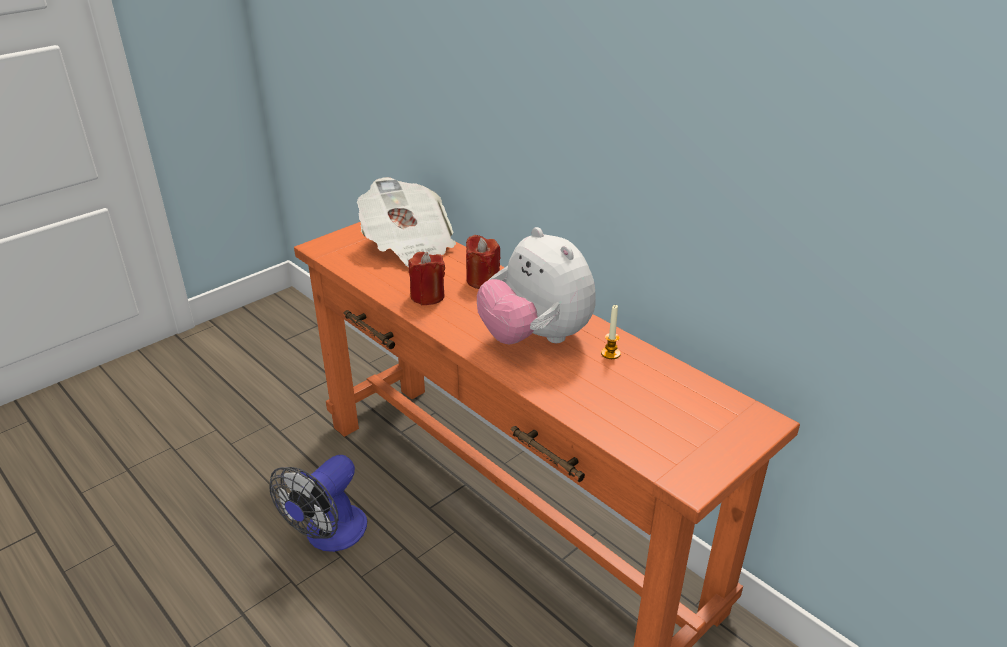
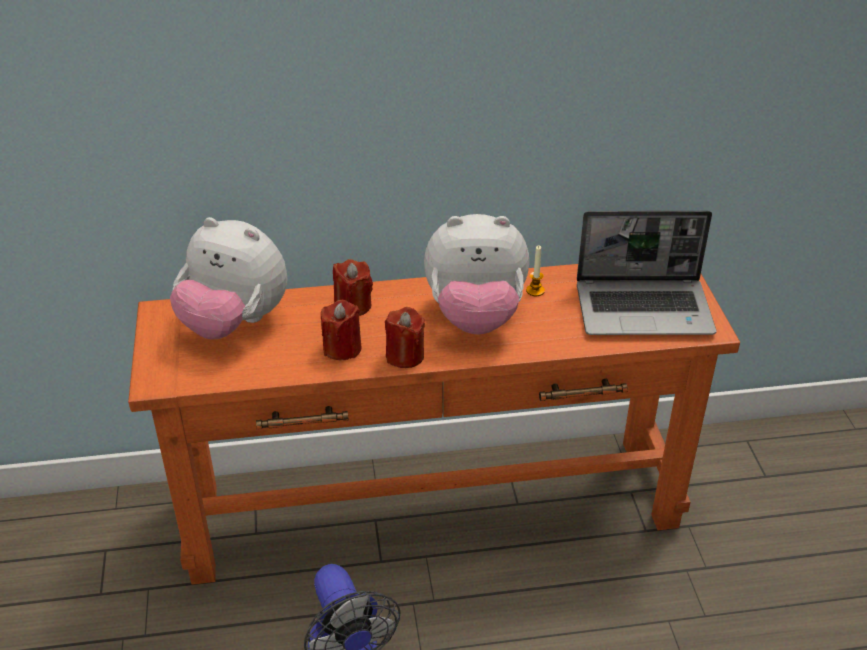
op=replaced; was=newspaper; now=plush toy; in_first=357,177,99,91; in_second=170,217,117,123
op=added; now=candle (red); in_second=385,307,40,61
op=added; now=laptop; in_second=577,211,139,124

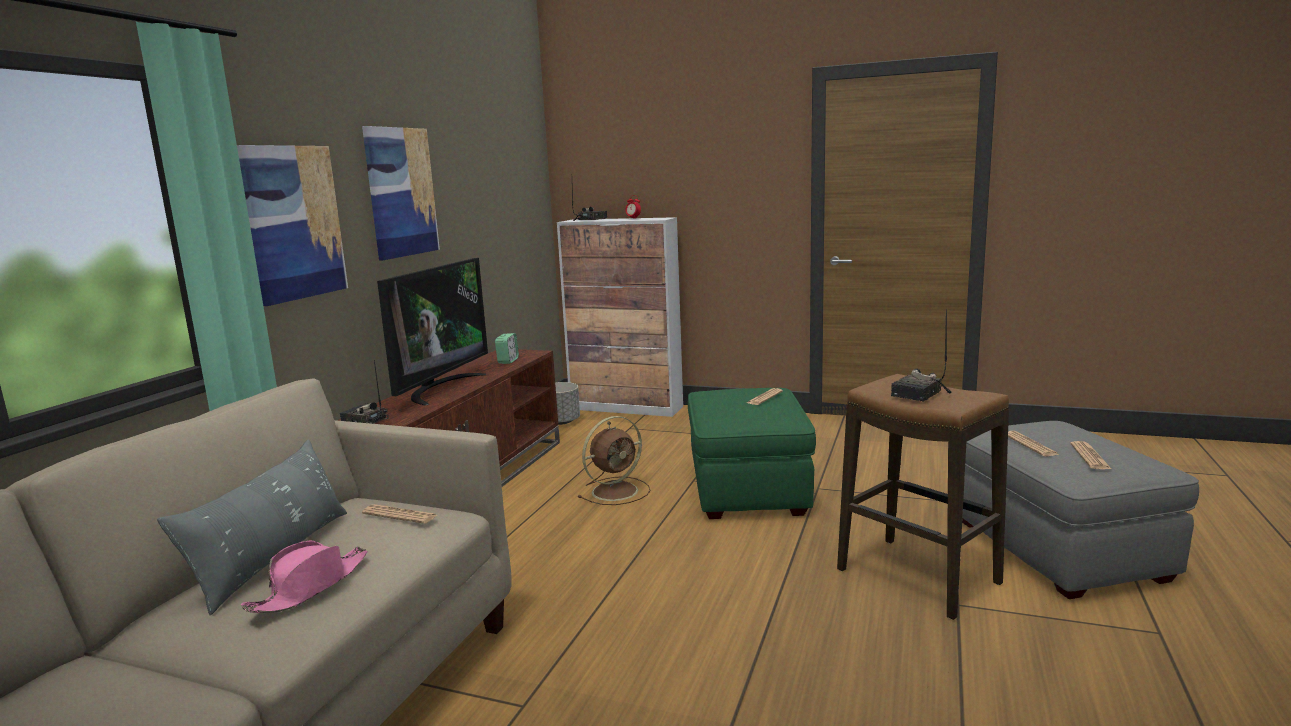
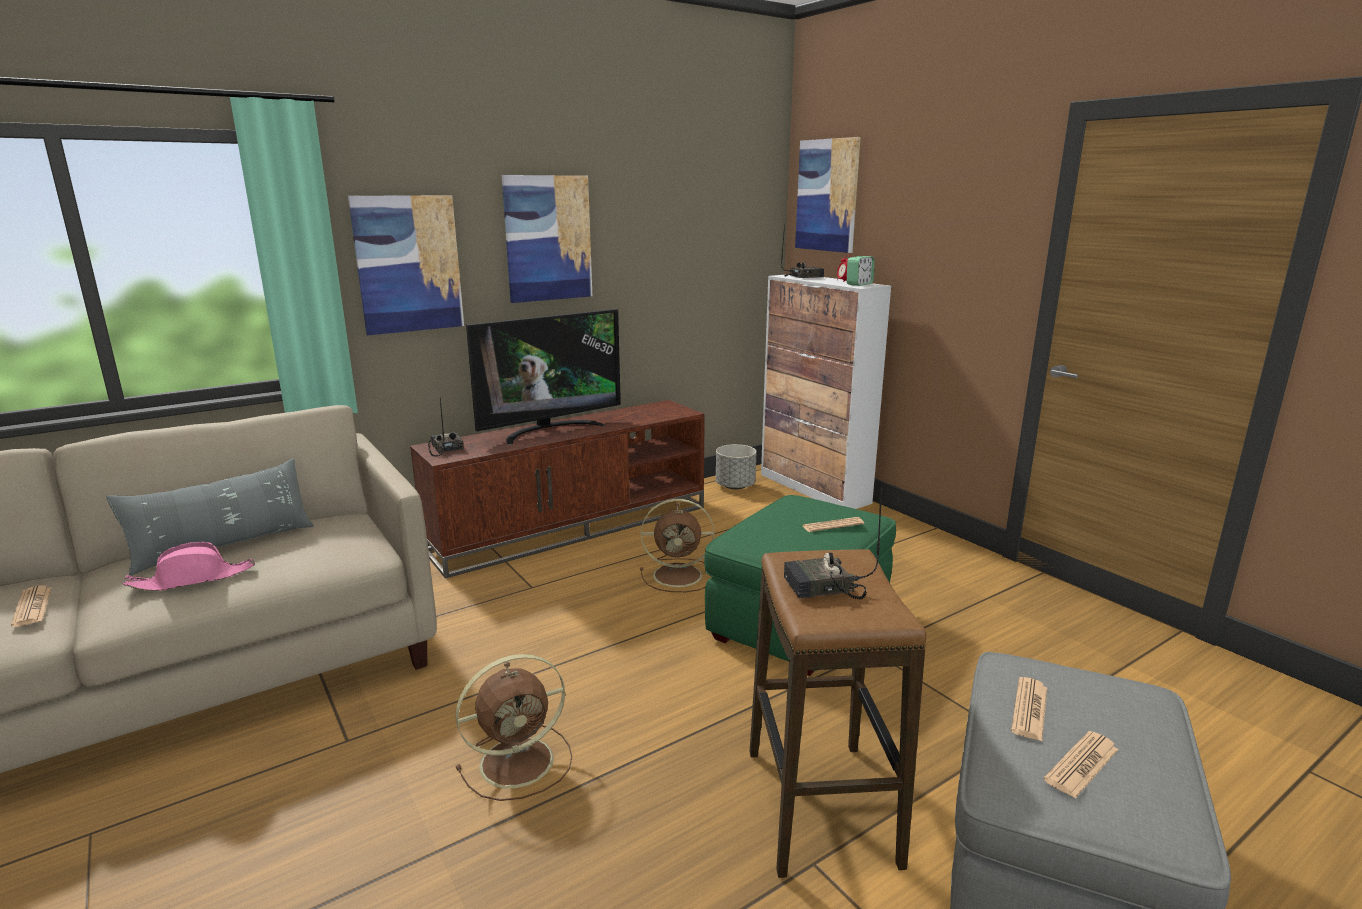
op=moved; was=newspaper; in_first=362,504,75,20; in_second=11,585,41,42
op=added; now=fan (brown); in_second=456,654,116,147
op=added; now=picture; in_second=795,137,66,116
op=moved; was=alarm clock; in_first=495,333,24,31; in_second=847,256,28,30

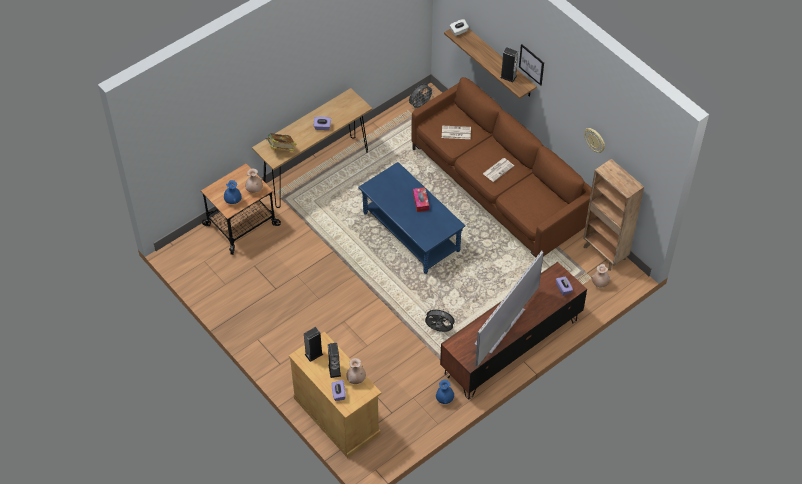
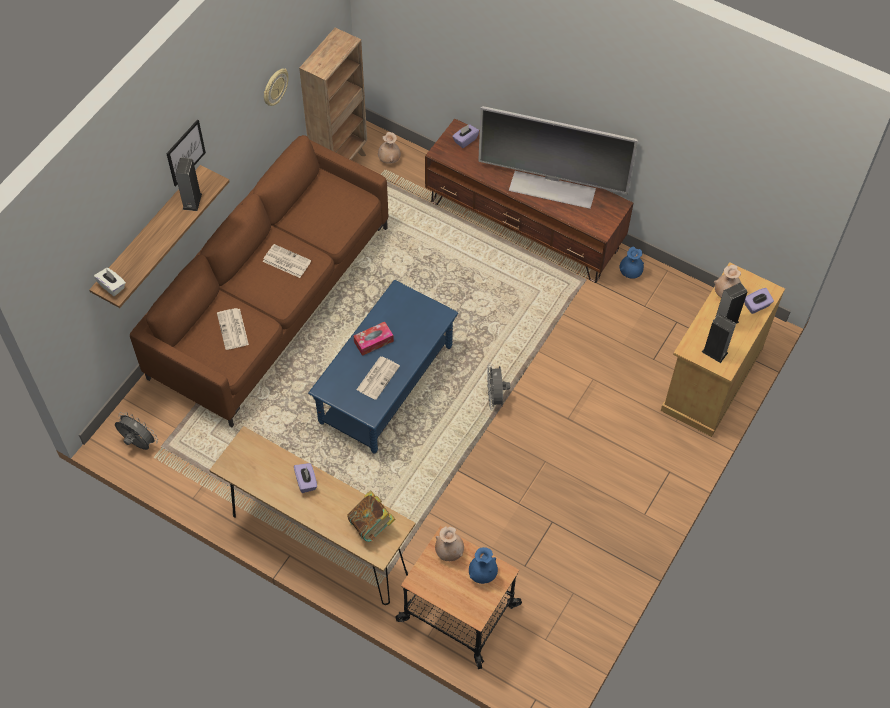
op=added; now=newspaper; in_second=356,357,44,43
op=moved; was=fan (grey); in_first=425,308,32,24; in_second=487,363,23,47

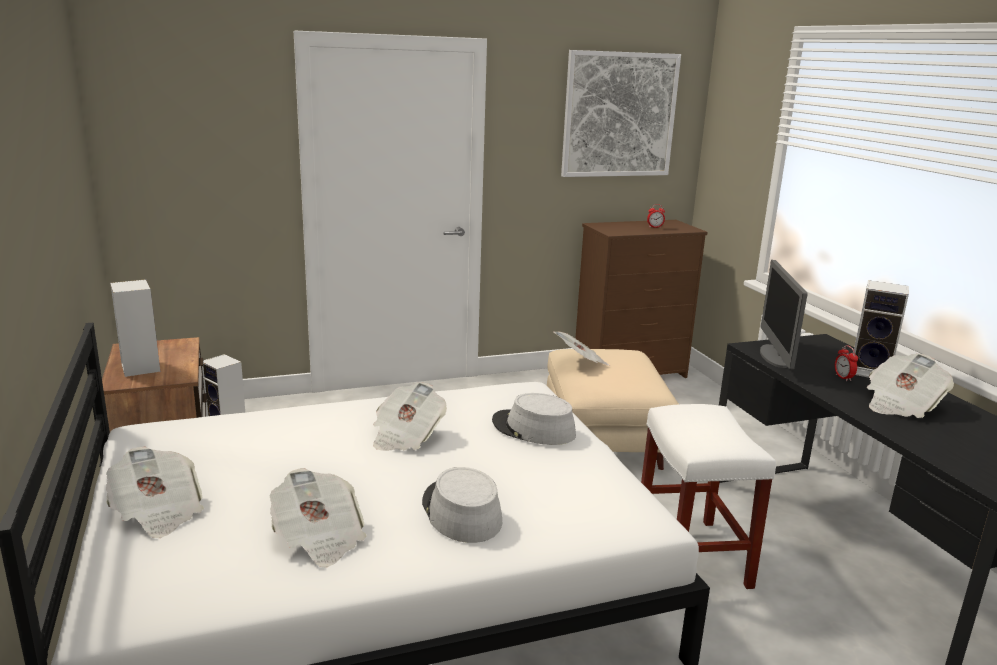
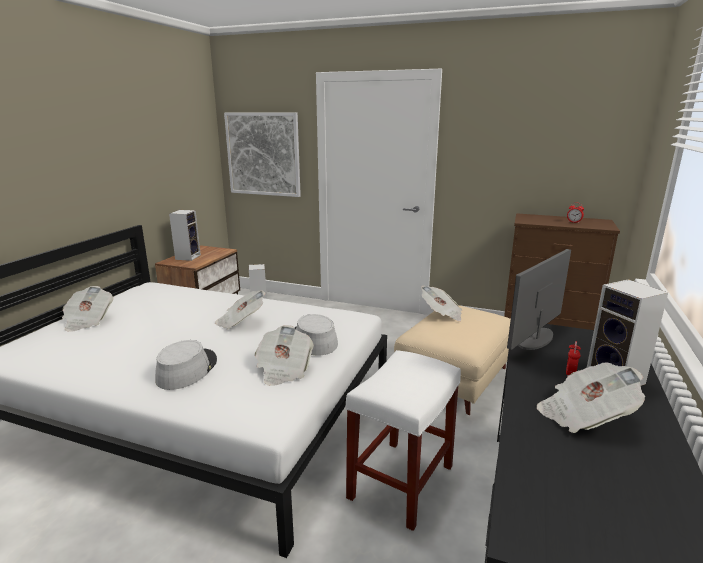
op=moved; was=picture; in_first=561,50,120,127; in_second=224,113,77,84
op=moved; was=newspaper; in_first=270,468,97,100; in_second=255,325,59,61

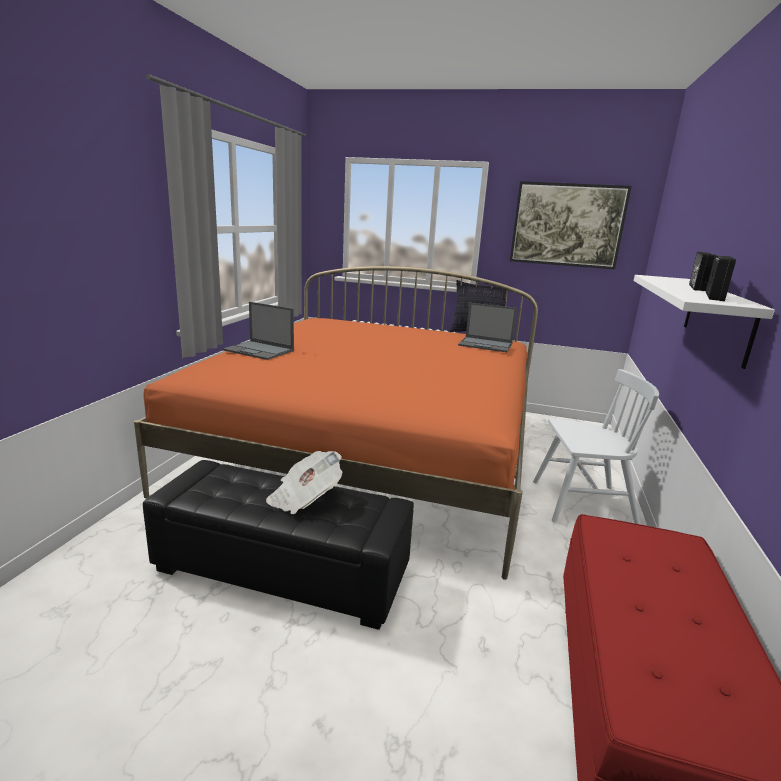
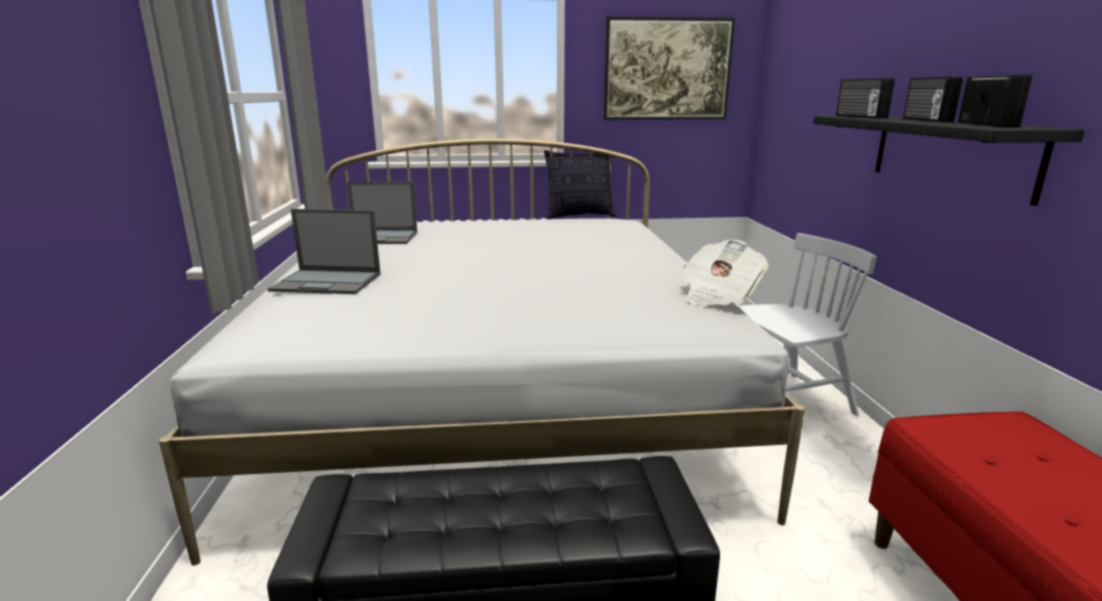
op=recoloured; was=bed (orange); now=bed (white); in_first=134,266,404,314; in_second=159,138,646,427
op=moved; was=laptop; in_first=458,303,59,49; in_second=347,182,70,62
op=moved; was=newspaper; in_first=266,451,76,63; in_second=682,239,86,67
op=recoloured; was=shelf (white); now=shelf (black); in_first=634,275,141,94; in_second=813,116,272,90
op=added; now=radio; in_second=836,78,59,41

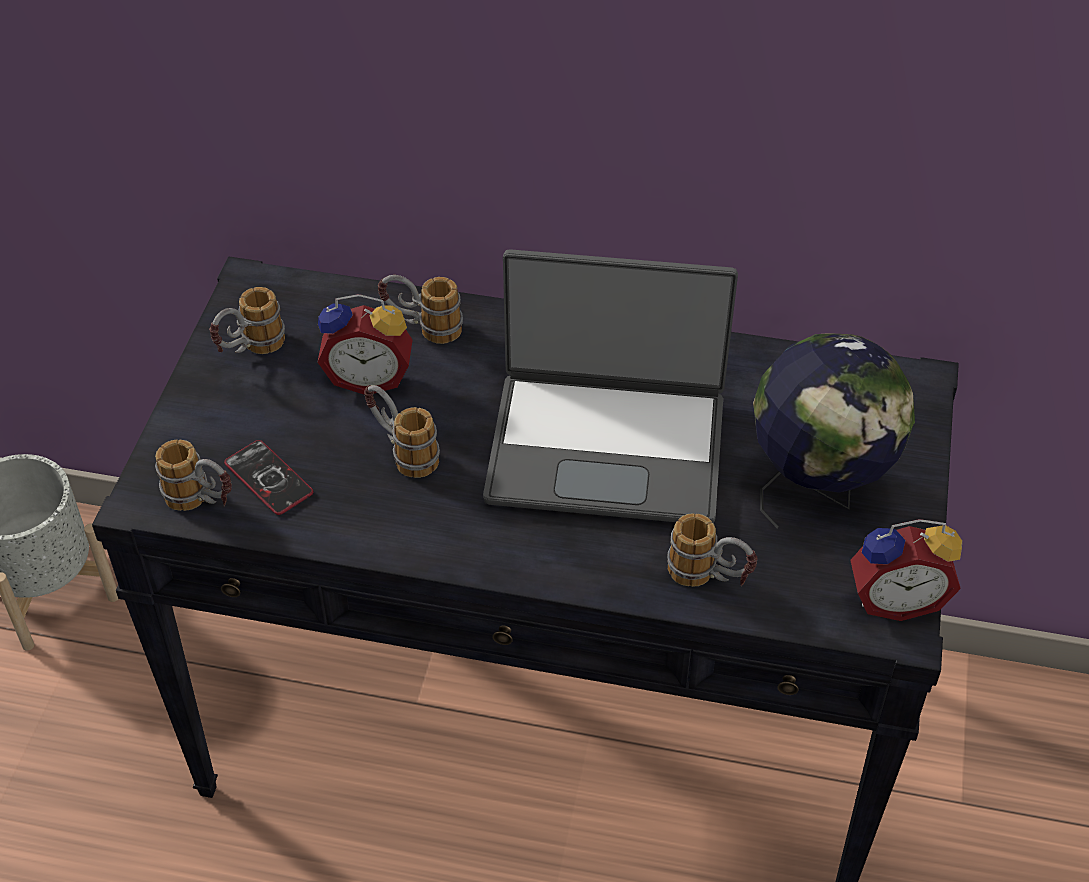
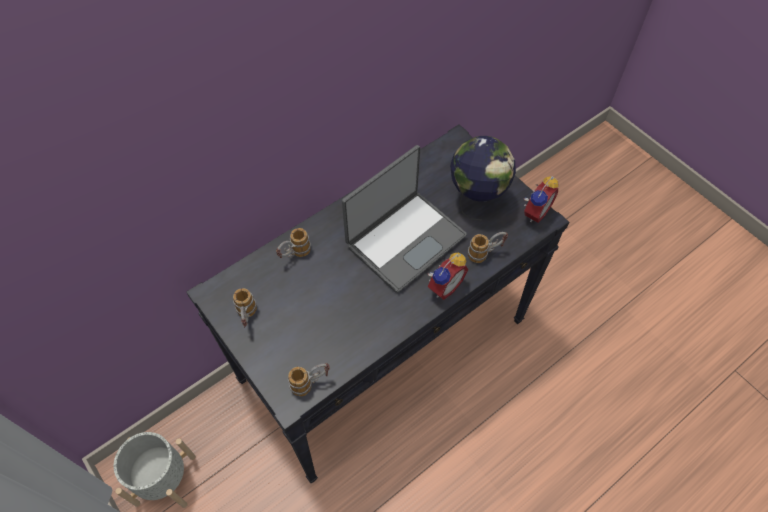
op=moved; was=alarm clock; in_first=318,294,95,101; in_second=428,253,40,47
op=removed; was=phone; in_first=224,440,90,75
op=removed; was=mug; in_first=364,385,76,93

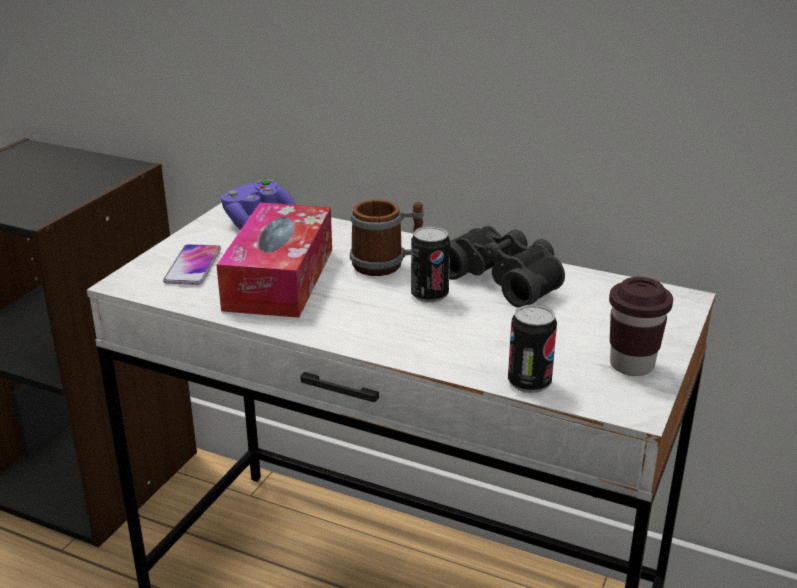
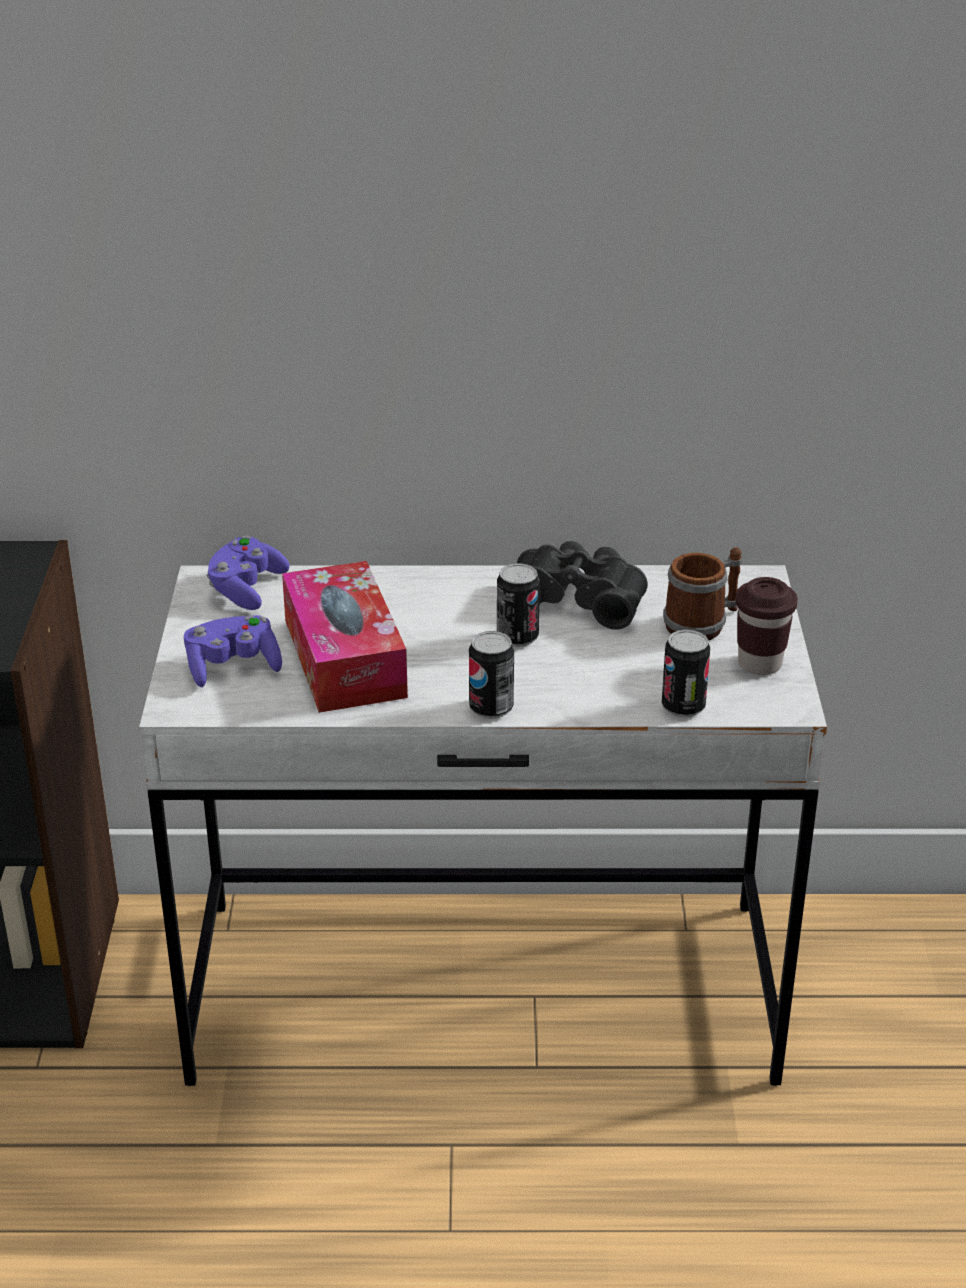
op=replaced; was=phone; now=game controller (purple); in_first=163,244,58,41; in_second=184,615,98,72
op=added; now=can; in_second=469,631,45,88
op=moved; was=mug; in_first=350,200,74,76; in_second=663,547,79,94

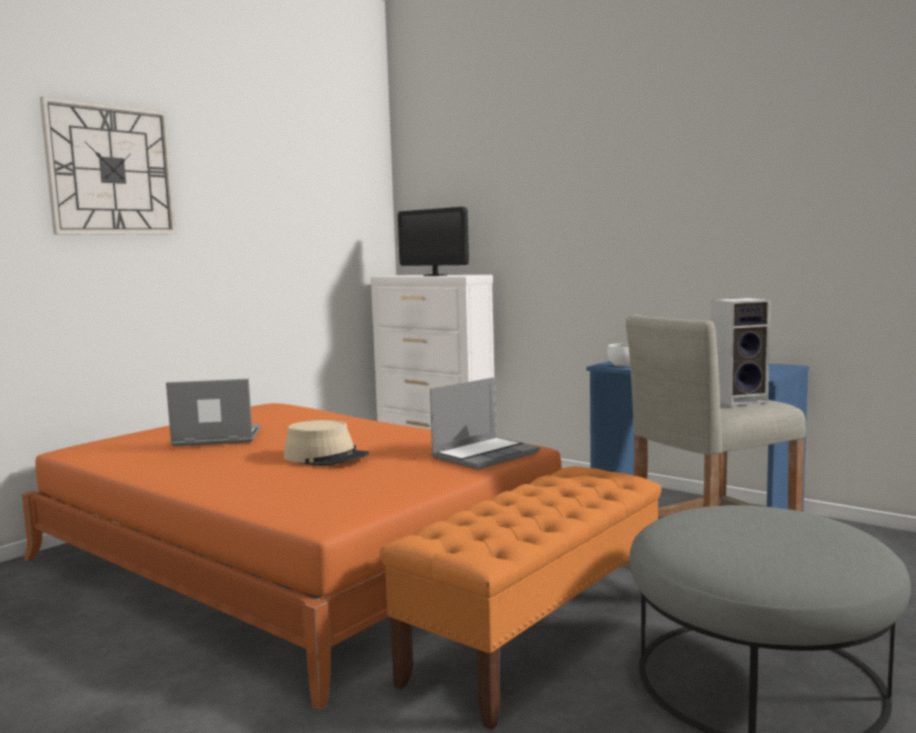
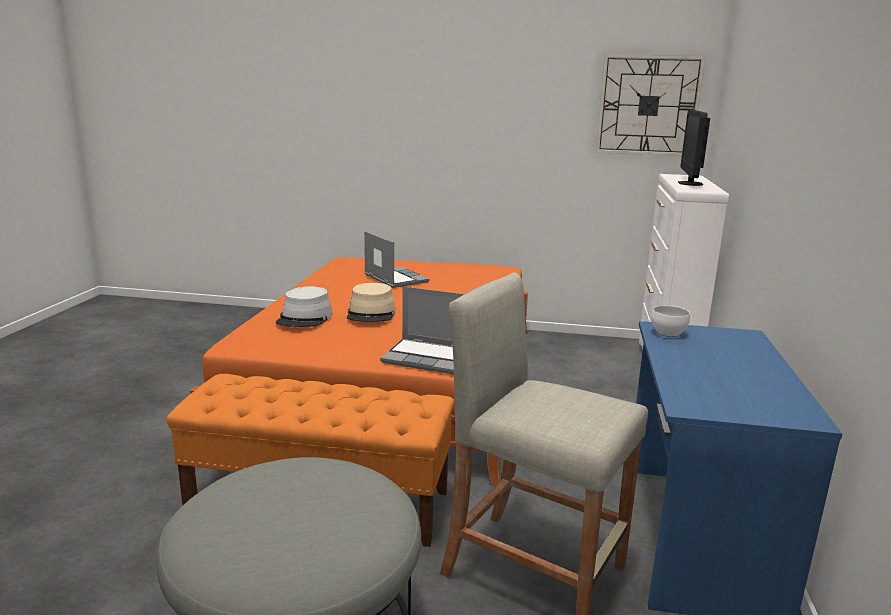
op=added; now=hat (grey); in_second=276,286,57,41
op=moved; was=wall clock; in_first=40,96,136,139; in_second=595,54,111,102
op=removed; was=speaker; in_first=711,298,60,108

